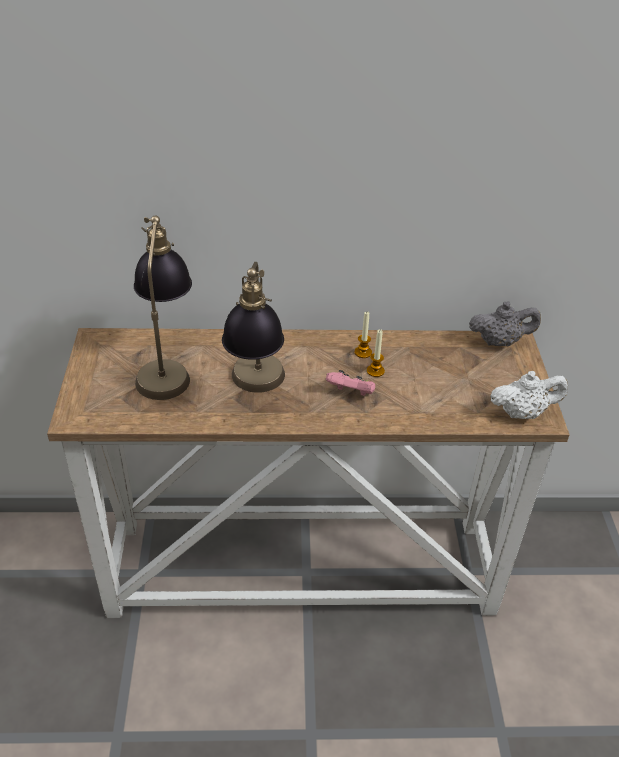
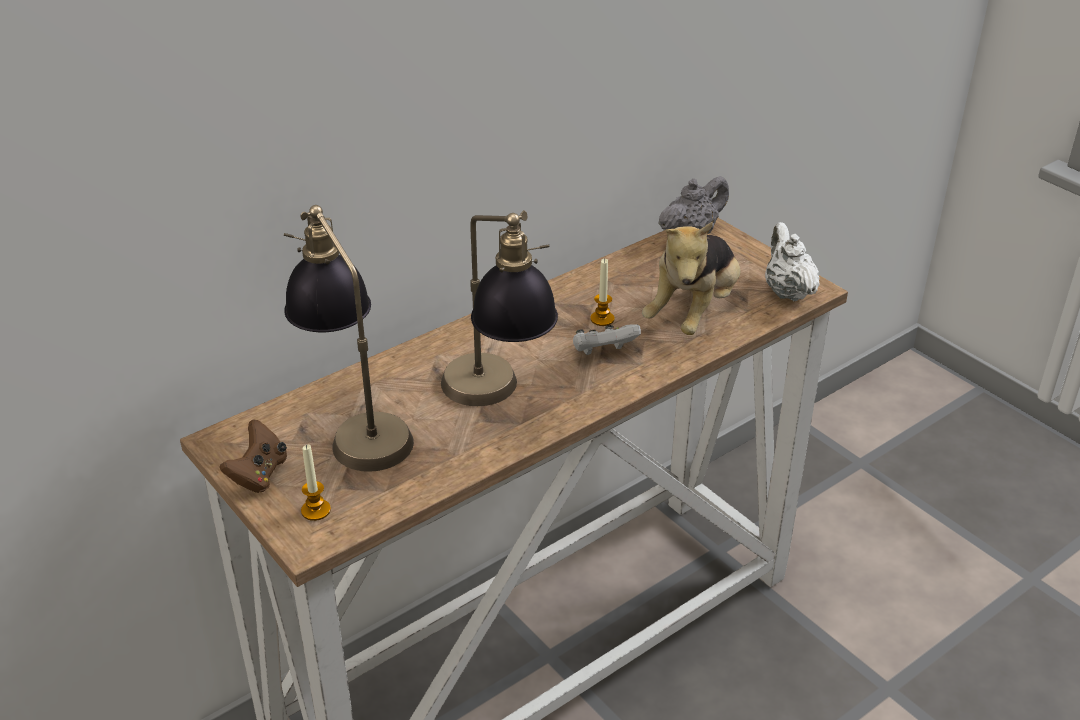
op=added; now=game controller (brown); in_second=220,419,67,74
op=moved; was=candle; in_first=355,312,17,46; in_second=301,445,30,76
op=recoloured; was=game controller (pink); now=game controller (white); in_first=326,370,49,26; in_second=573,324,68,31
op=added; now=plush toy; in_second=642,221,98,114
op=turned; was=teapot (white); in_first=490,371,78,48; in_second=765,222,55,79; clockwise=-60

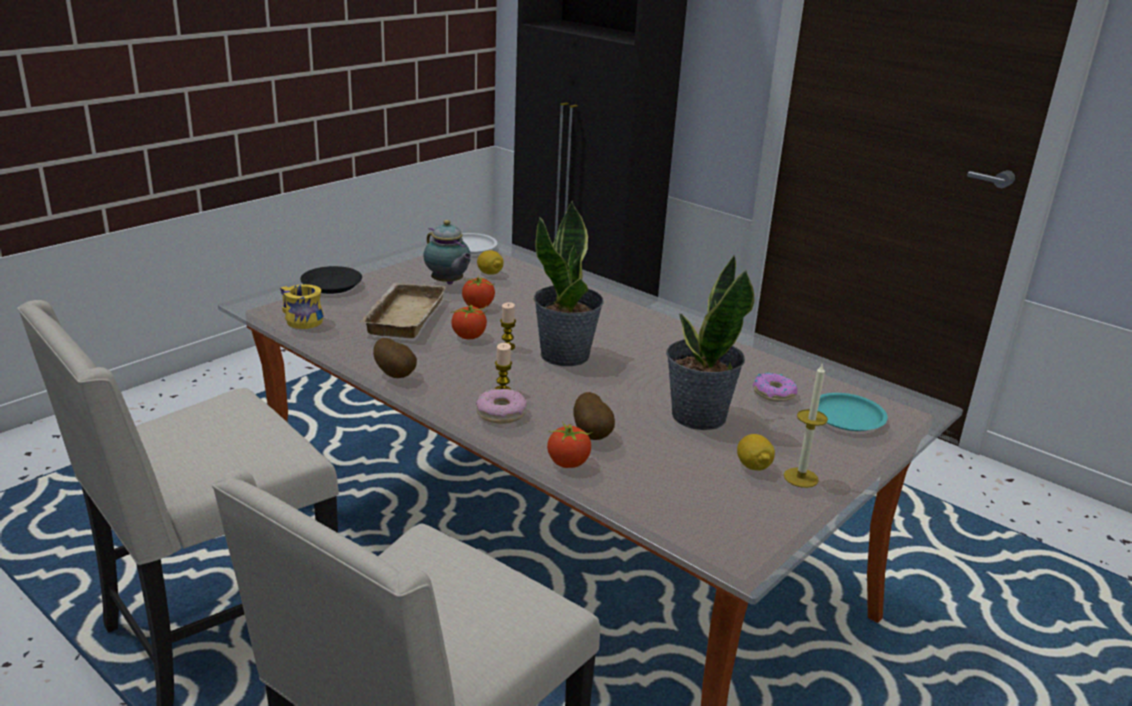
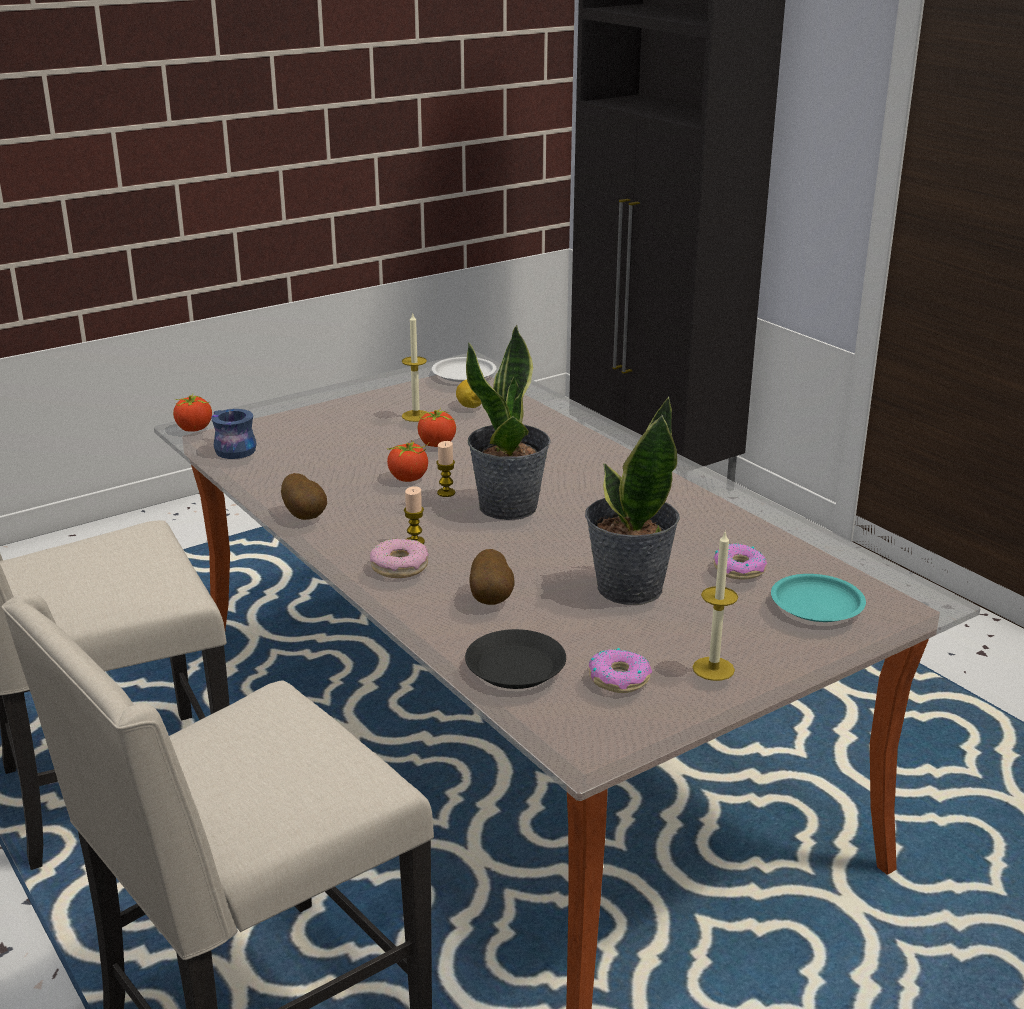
op=moved; was=tomato; in_first=547,421,46,47; in_second=173,395,39,37
op=recoloured; was=mug (yellow); now=mug (blue); in_first=280,284,44,45; in_second=211,409,46,50
op=replaced; was=teapot; now=candle; in_first=423,220,49,65; in_second=402,314,25,108
op=moved; was=plate (black); in_first=300,266,62,28; in_second=465,629,101,60
op=added; now=donut; in_second=589,648,63,45
op=removed; was=tray (beige); in_first=360,283,86,55
op=removed; was=lemon; in_first=737,434,38,37

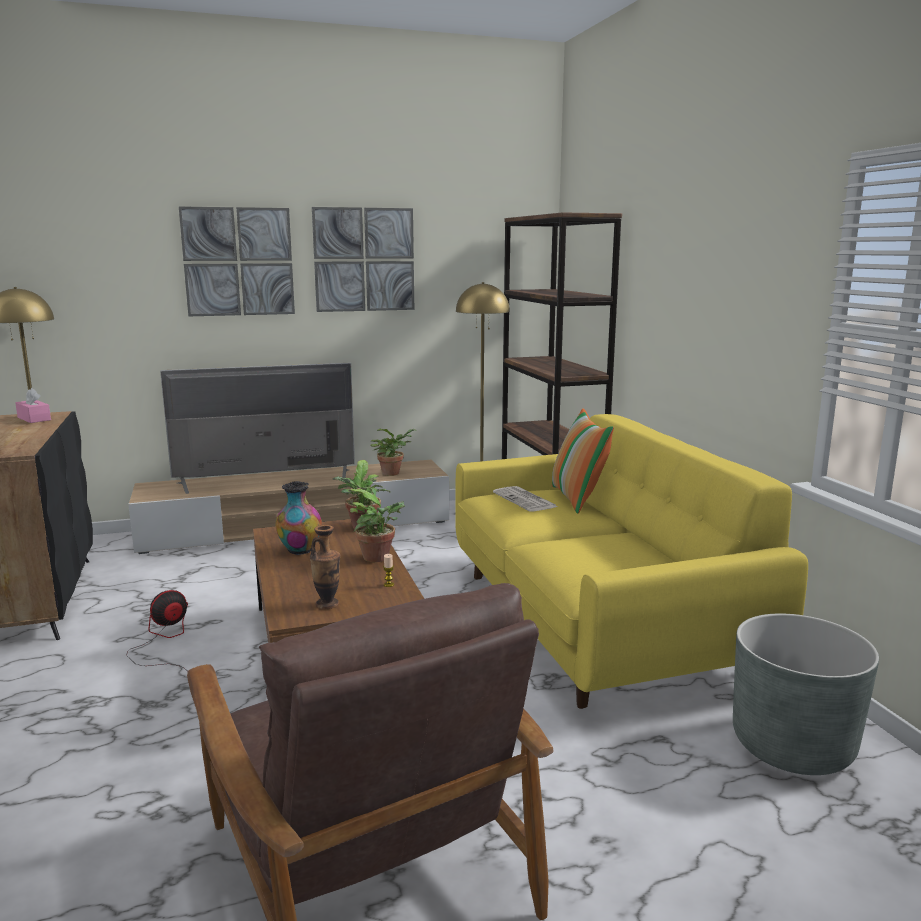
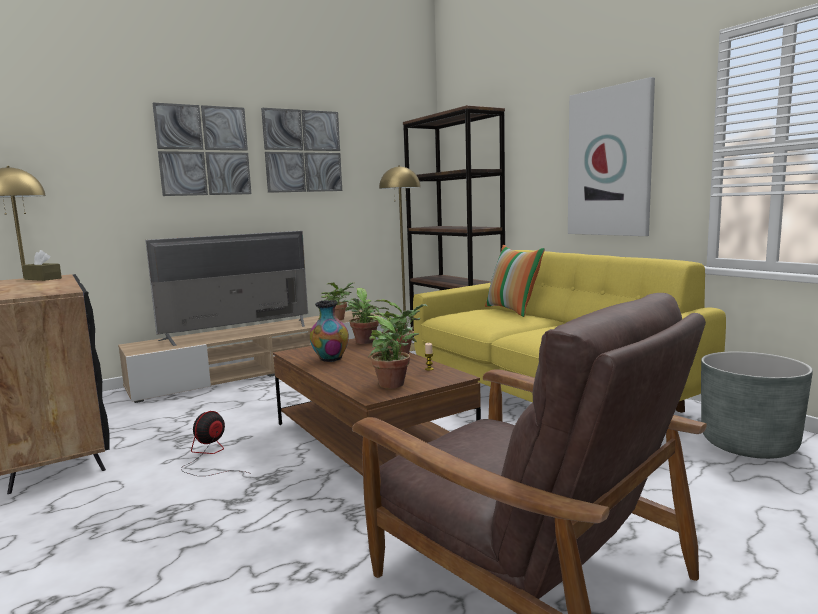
op=recoloured; was=tissue box (pink); now=tissue box (brown); in_first=15,388,36,35; in_second=22,250,40,31
op=replaced; was=vase; now=potted plant; in_first=310,525,30,84; in_second=365,316,54,73
op=added; now=picture; in_second=568,77,87,159
op=removed; was=newspaper; in_first=493,486,64,25

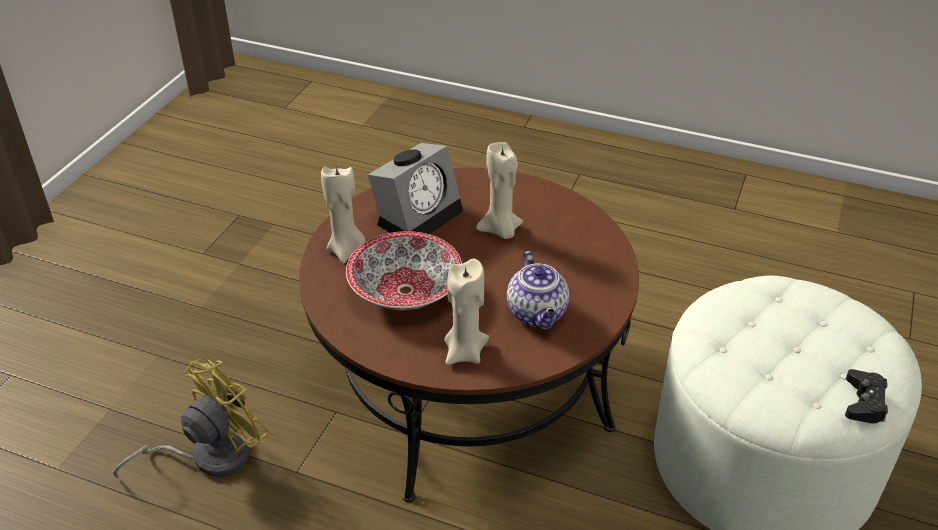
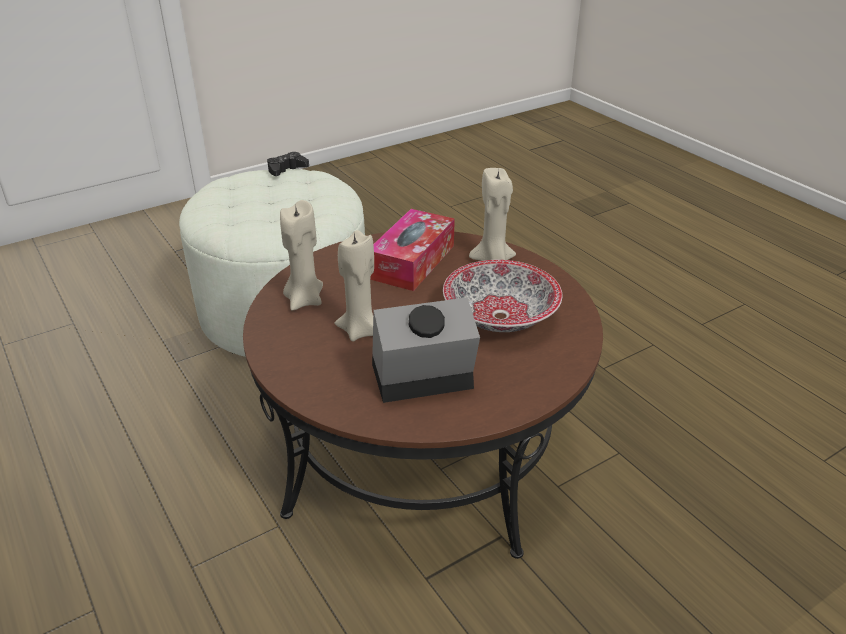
op=moved; was=candle (beige); in_first=321,165,44,99; in_second=280,200,43,111
op=replaced; was=teapot; now=tissue box; in_first=507,251,62,79; in_second=370,209,85,82
op=removed; was=fan (yellow); in_first=113,358,157,121

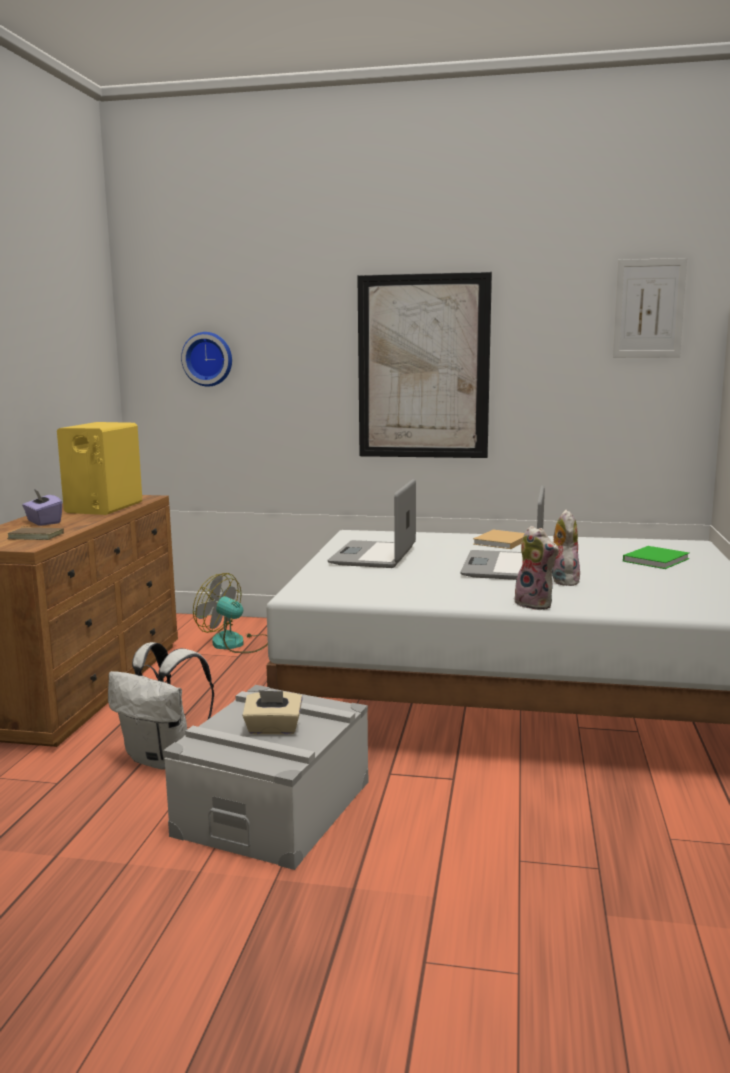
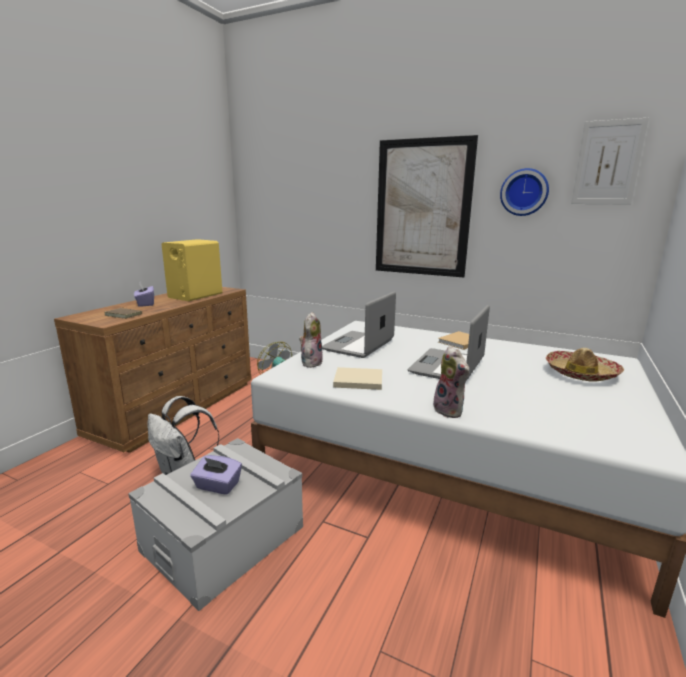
op=recoloured; was=tissue box (beige); now=tissue box (purple); in_first=242,690,61,45; in_second=190,455,52,40
op=moved; was=plush toy; in_first=552,510,28,76; in_second=299,312,24,56
op=added; now=book (beige); in_second=333,367,49,23
op=moved; was=wall clock; in_first=181,332,51,55; in_second=500,168,49,48
op=replaced; was=book (green); now=hat; in_first=623,546,66,23; in_second=546,348,78,34

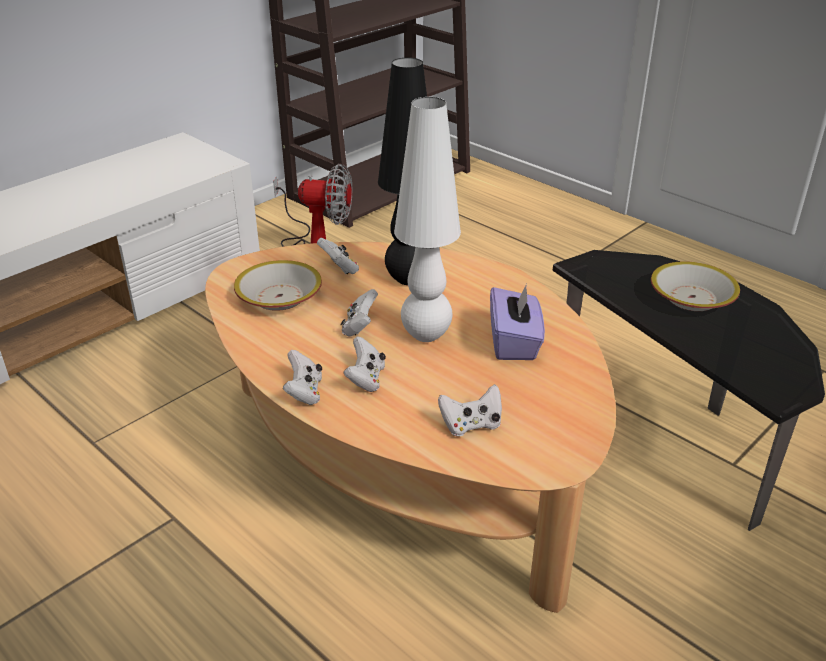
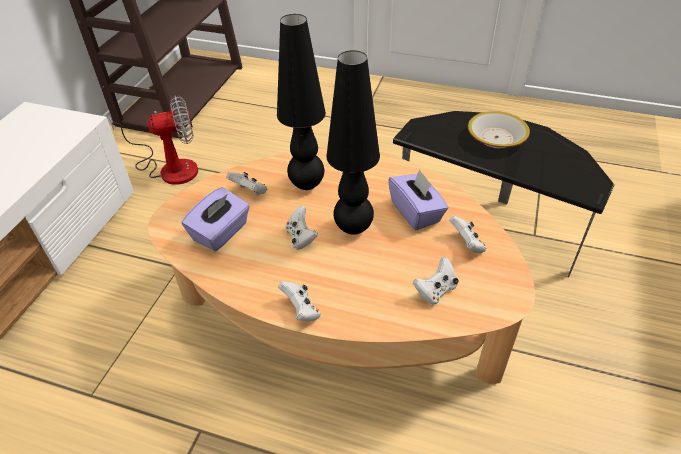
op=replaced; was=bowl; now=tissue box (purple); in_first=234,260,88,51; in_second=182,187,68,64
op=recoloured; was=table lamp (white); now=table lamp (black); in_first=394,97,67,245; in_second=326,50,54,185
op=moved; was=game controller (white); in_first=343,336,43,56; in_second=449,216,37,38

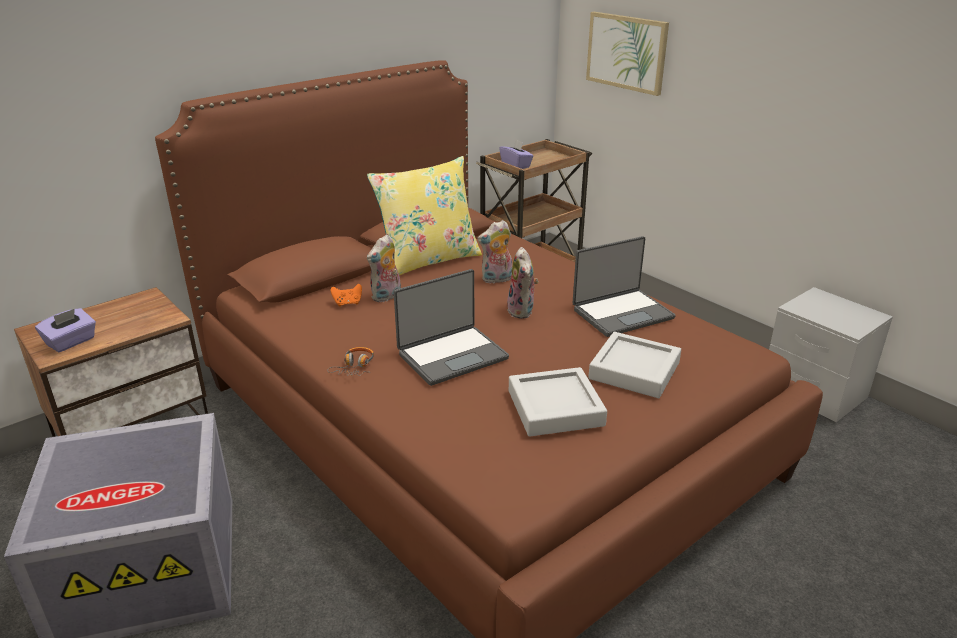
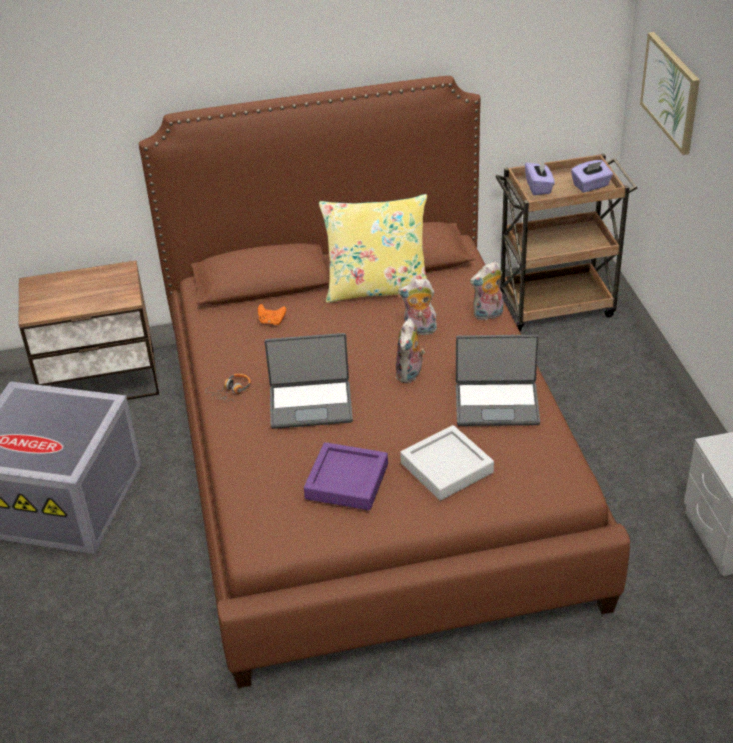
op=recoloured; was=tray (grey); now=tray (purple); in_first=509,367,98,70; in_second=304,442,84,68
op=moved; was=plush toy; in_first=367,234,34,69; in_second=470,261,34,59
op=moved; was=tissue box (purple); in_first=35,308,61,44; in_second=571,160,42,33

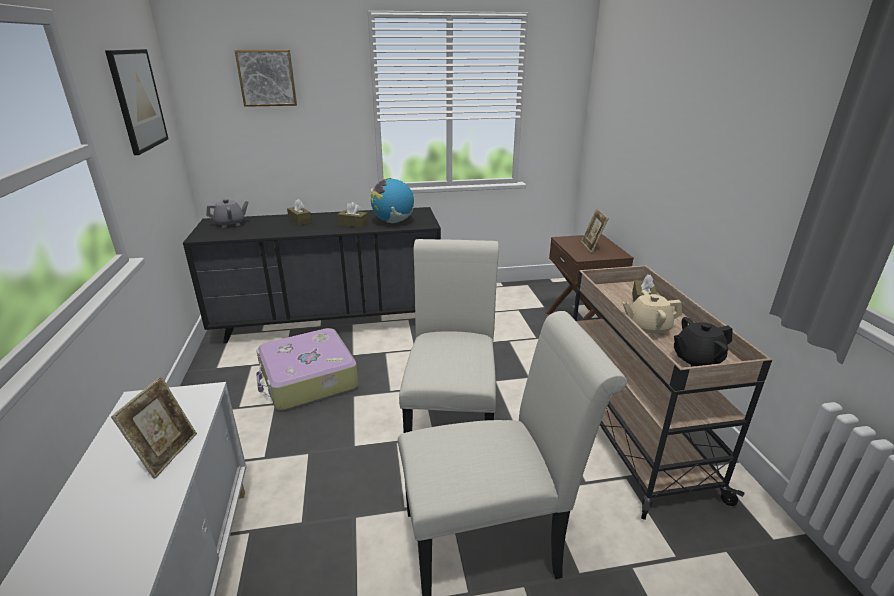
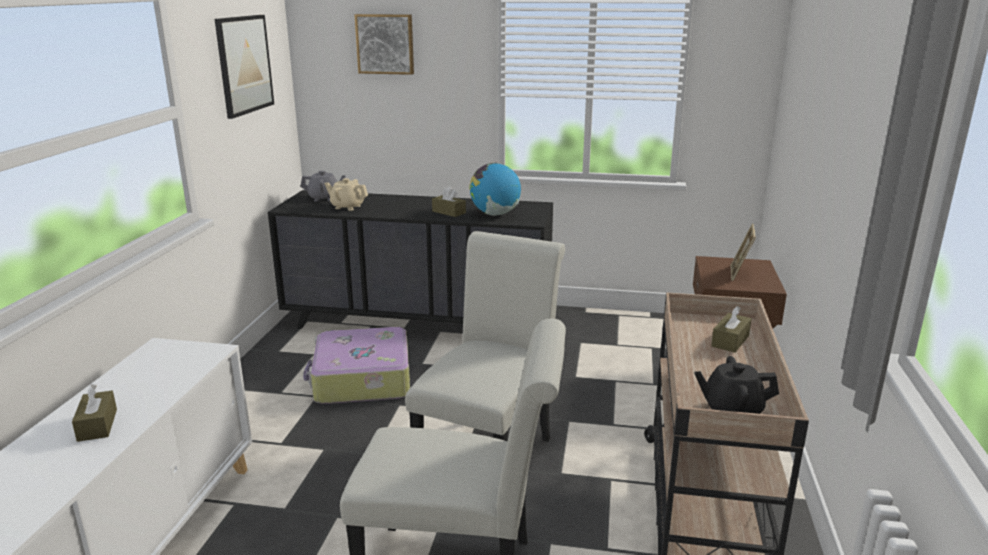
op=moved; was=tissue box (brown); in_first=287,199,25,26; in_second=72,384,45,58
op=moved; was=teapot (beige); in_first=623,290,59,46; in_second=324,178,44,33
op=removed; was=picture frame; in_first=111,376,86,103

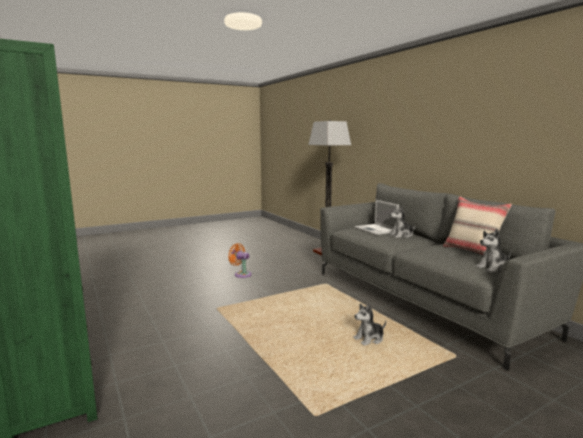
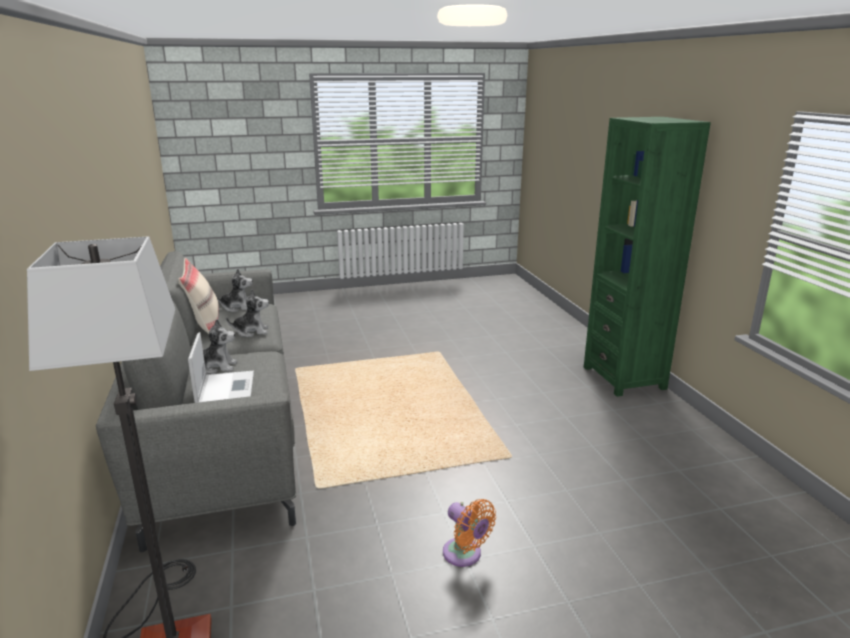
op=moved; was=plush toy; in_first=353,303,33,43; in_second=226,289,43,48

